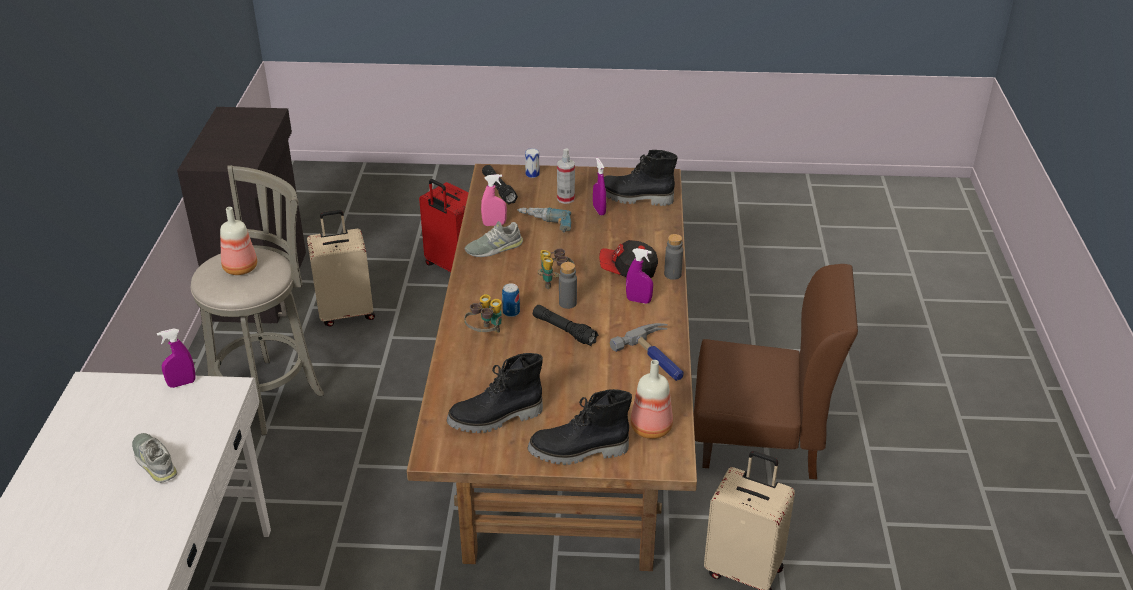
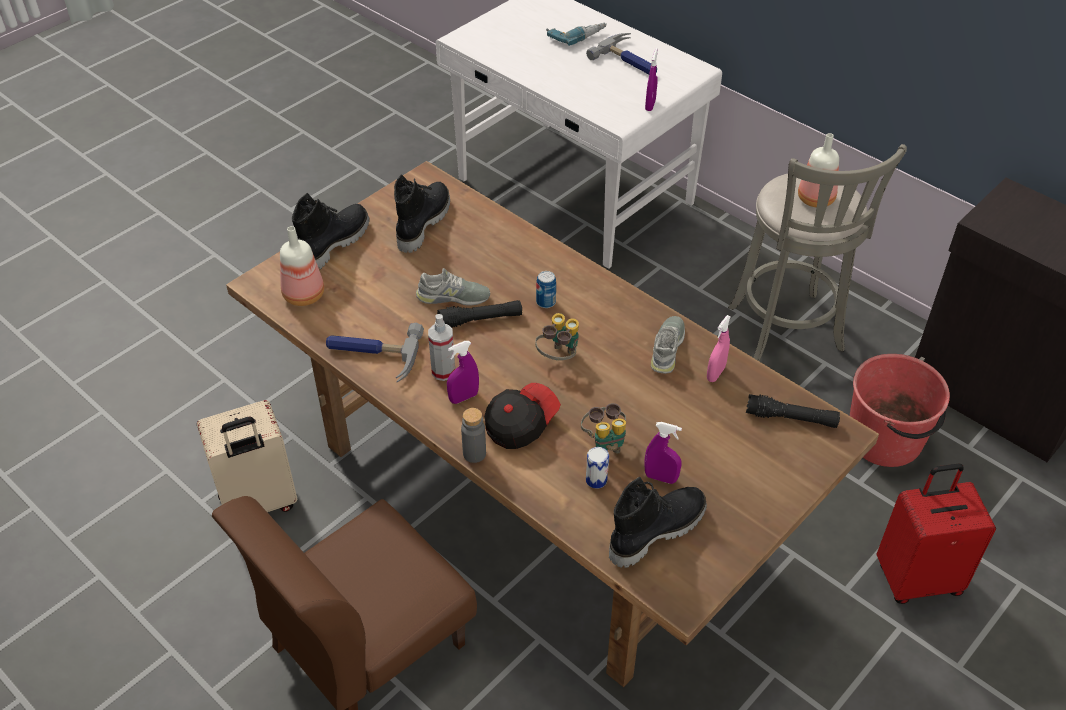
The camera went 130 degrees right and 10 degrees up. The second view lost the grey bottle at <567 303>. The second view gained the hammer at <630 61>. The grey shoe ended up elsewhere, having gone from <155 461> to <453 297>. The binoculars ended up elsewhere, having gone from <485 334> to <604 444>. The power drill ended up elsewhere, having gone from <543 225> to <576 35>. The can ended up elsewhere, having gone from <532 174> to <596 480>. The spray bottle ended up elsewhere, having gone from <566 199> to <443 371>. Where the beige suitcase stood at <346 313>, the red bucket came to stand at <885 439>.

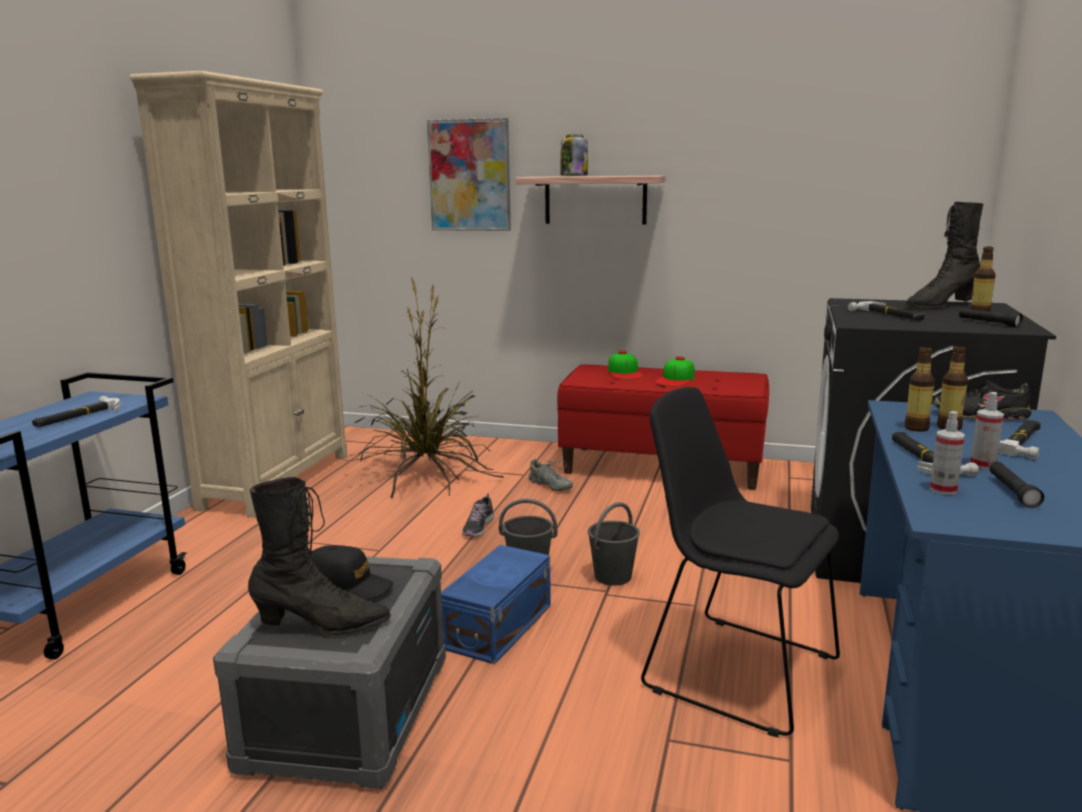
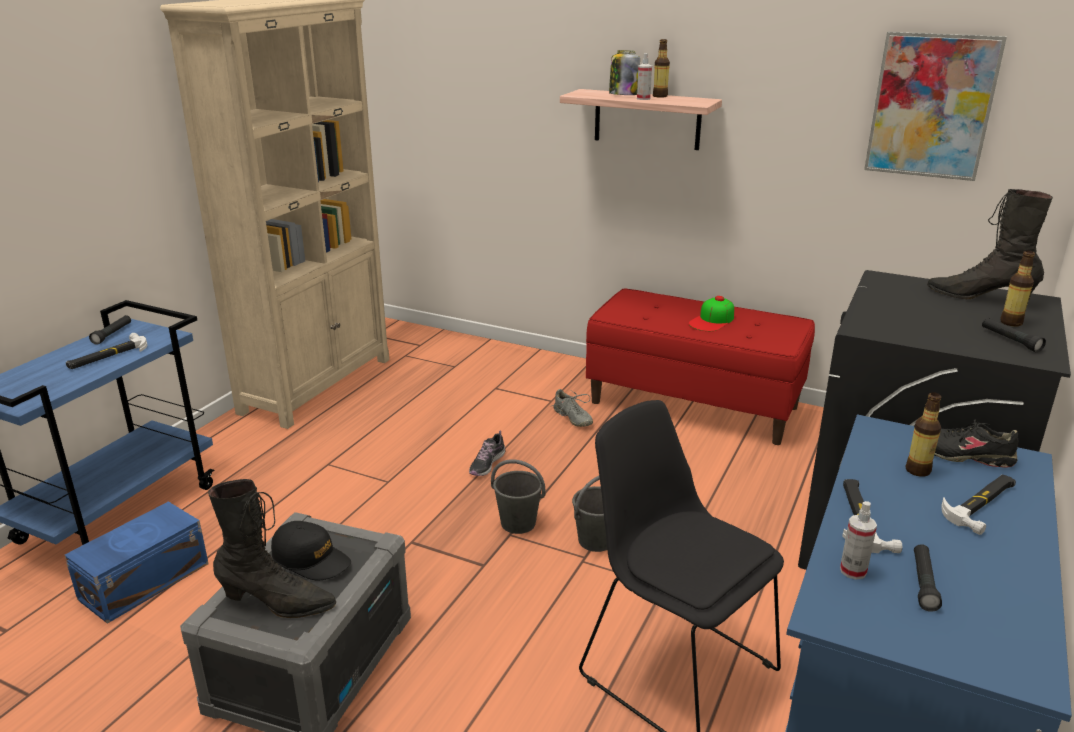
The camera went 10 degrees right and 10 degrees up. The second view lost the potted plant at <423 472>. The second view lost the cap at <625 372>. The second view lost the hammer at <888 315>. The second view gained the black flashlight at <112 334>. The picture ended up elsewhere, having gone from <469 175> to <931 106>. The blue storage box ended up elsewhere, having gone from <495 627> to <142 581>. The bottle ended up elsewhere, having gone from <916 428> to <660 96>. The spray bottle ended up elsewhere, having gone from <983 465> to <643 98>. The black boot at <939 306> ended up facing another way, 45 degrees clockwise from before.

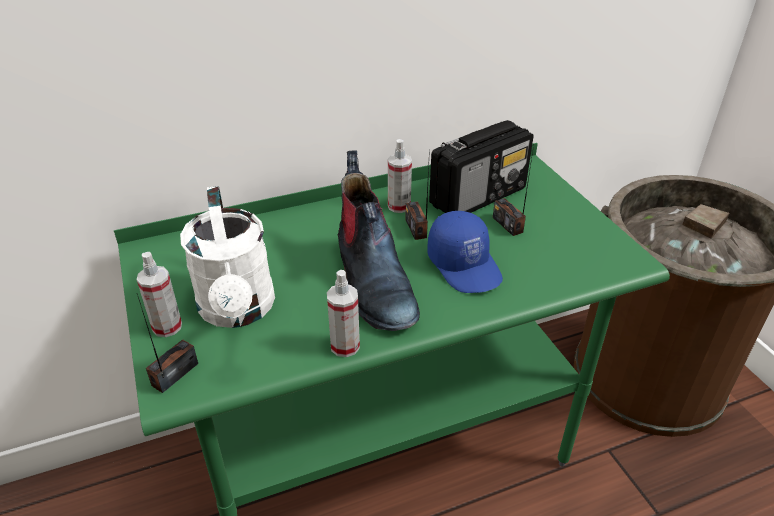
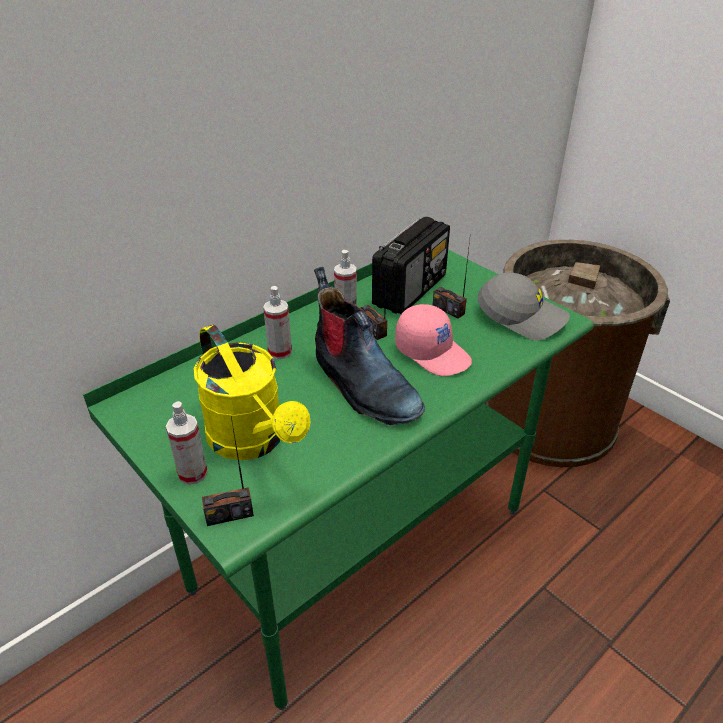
The camera went 20 degrees left and 0 degrees up. The second view gained the grey cap at <522 316>. The spray bottle ended up elsewhere, having gone from <345 346> to <280 352>. What was the white watering can at <238 311> turned into the yellow watering can at <253 441>. What was the blue cap at <465 265> turned into the pink cap at <433 352>. The radio at <175 374> ended up facing another way, 120 degrees counterclockwise from before.

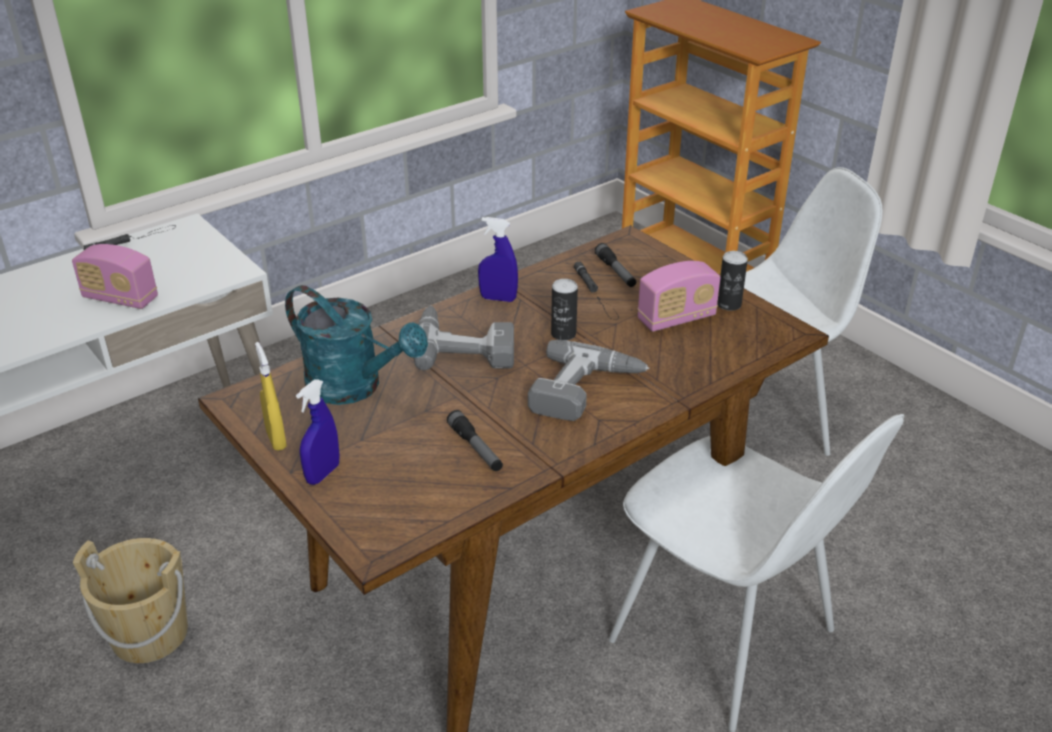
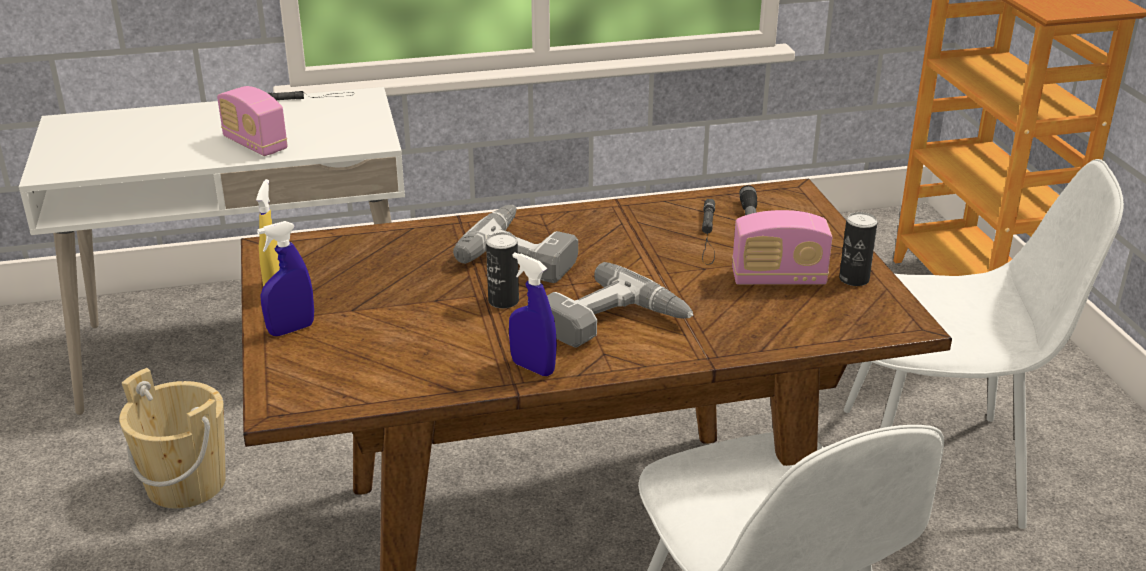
The camera went 25 degrees right and 5 degrees down. The second view lost the turquoise watering can at <355 387>. The second view lost the flashlight at <475 448>. The blue spray bottle ended up elsewhere, having gone from <498 299> to <533 368>. The can ended up elsewhere, having gone from <563 334> to <503 301>.

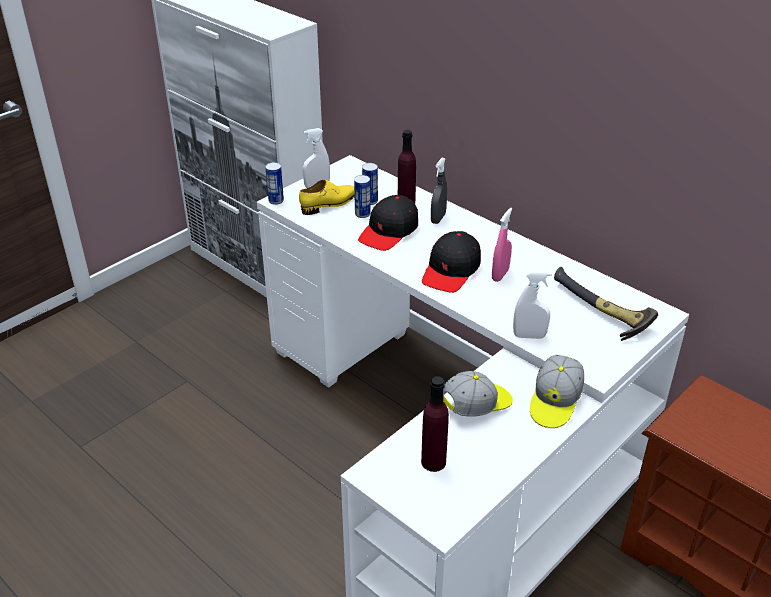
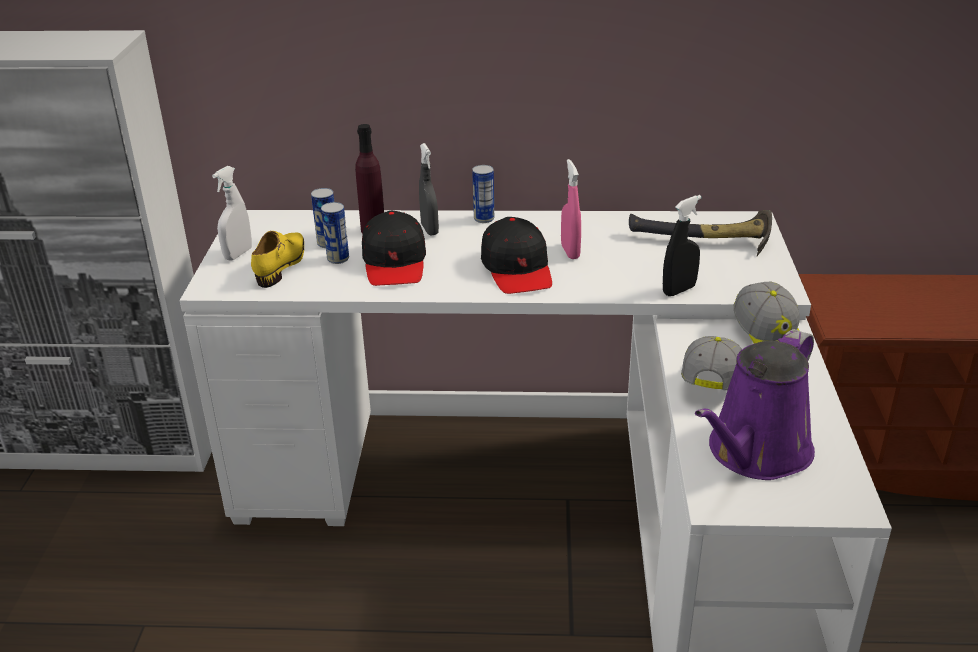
The camera went 40 degrees left and 5 degrees down. The can ended up elsewhere, having gone from <276 201> to <484 219>. Where the purple bottle stood at <433 462>, the purple watering can came to stand at <755 453>. What was the white spray bottle at <529 336> turned into the black spray bottle at <679 290>.

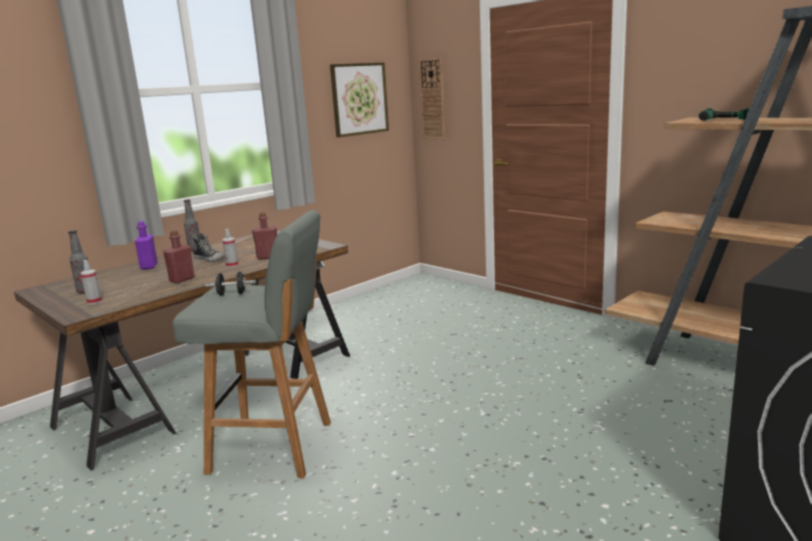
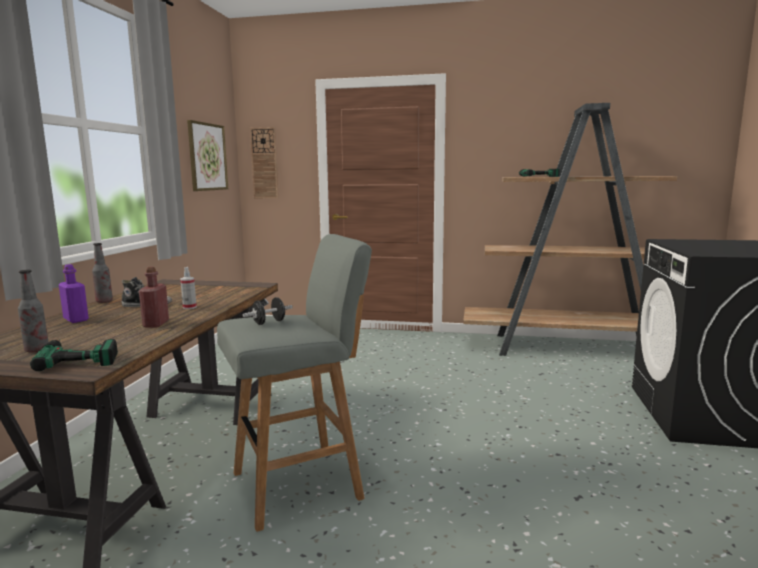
The camera went 35 degrees left and 5 degrees down. The second view lost the red bottle at <268 257>. Where the spray bottle stood at <94 302>, the power drill came to stand at <80 356>.

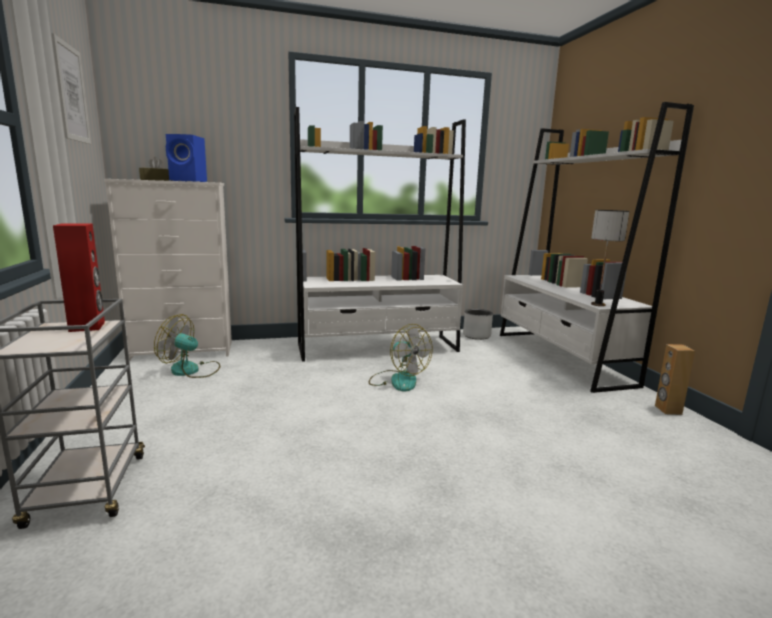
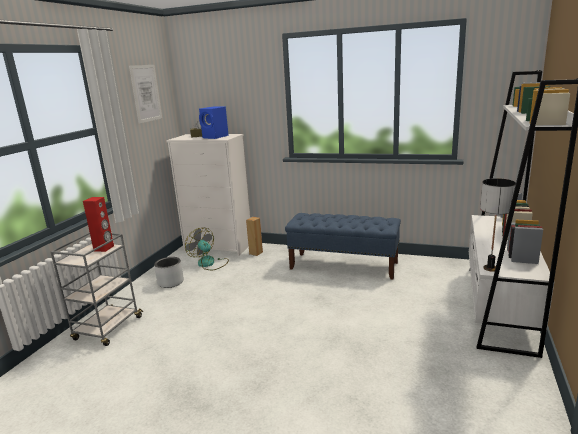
The camera went 35 degrees right and 5 degrees up. The second view lost the fan at <398 380>. The grey planter ended up elsewhere, having gone from <476 336> to <171 282>. The brown speaker ended up elsewhere, having gone from <667 410> to <256 253>. Where the white bookcase stood at <378 348>, the blue bench came to stand at <344 265>.

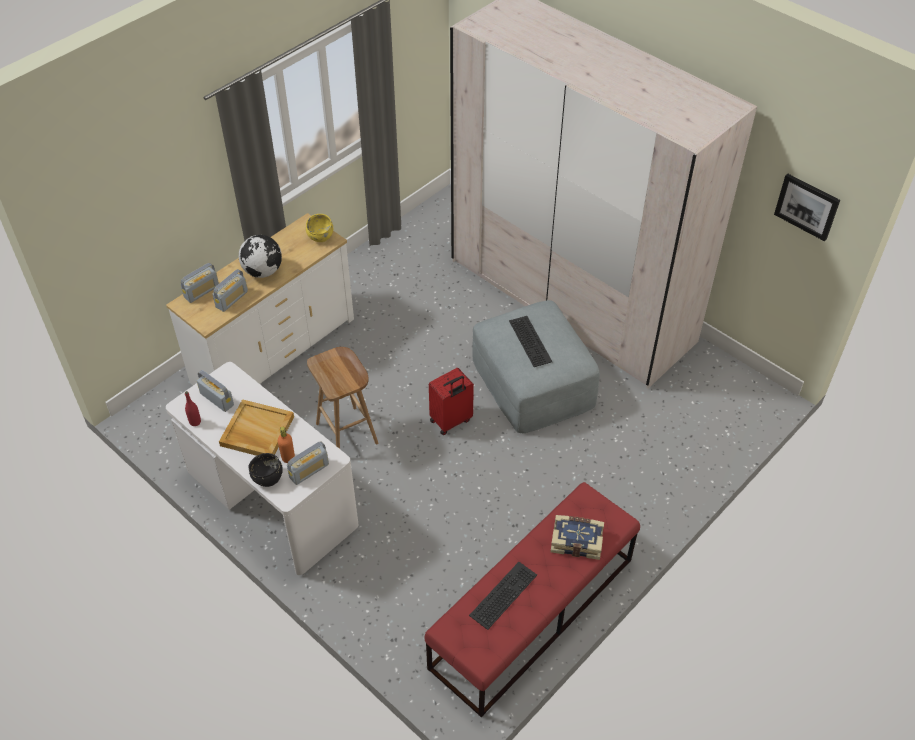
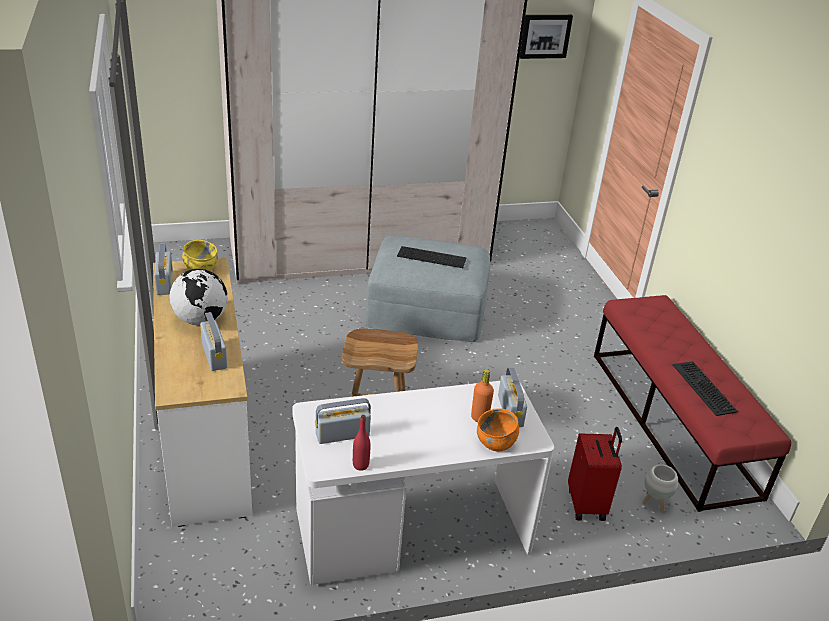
The camera went 60 degrees left and 15 degrees down. The second view lost the beige tray at <256 431>. The second view lost the book at <576 540>. The second view gained the white planter at <654 504>. The radio ended up elsewhere, having gone from <201 291> to <164 283>. The red suitcase ended up elsewhere, having gone from <451 421> to <587 504>. What was the black bowl at <268 478> turned into the orange bowl at <496 442>.

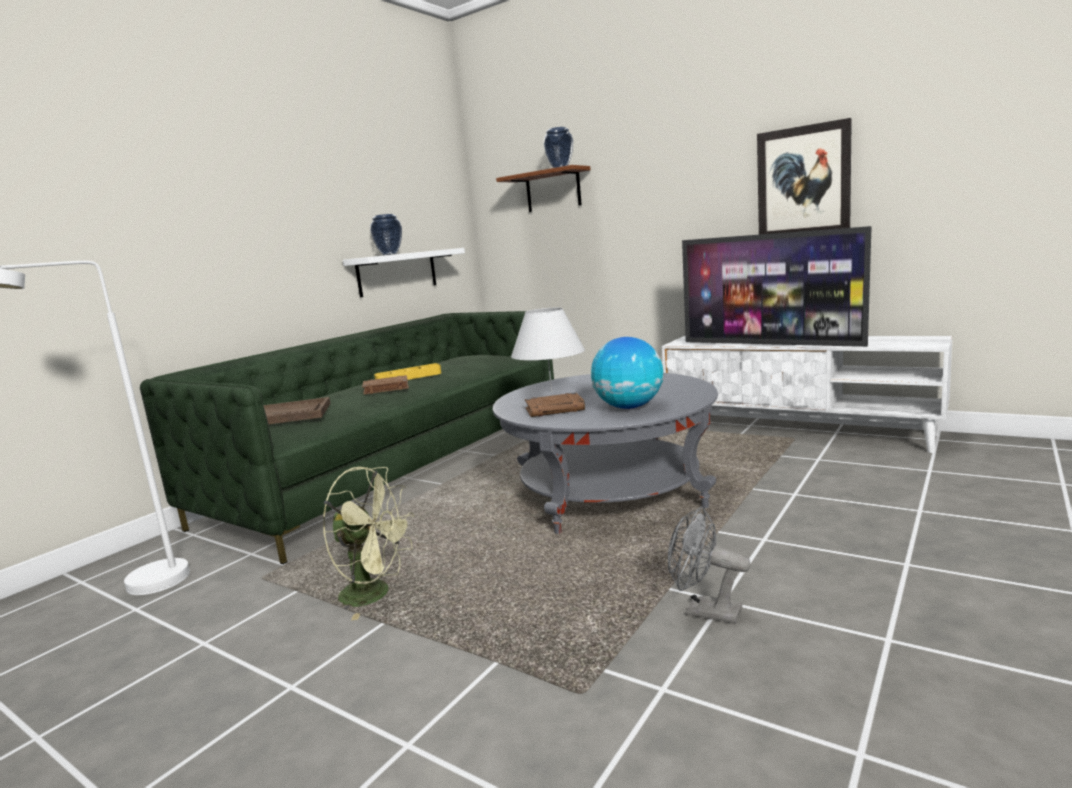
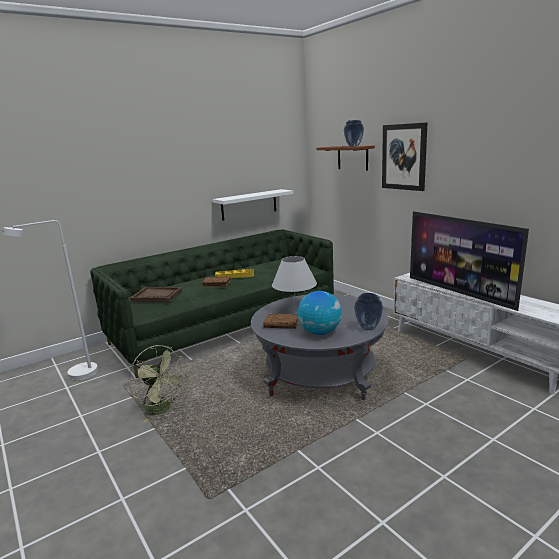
The camera went 20 degrees right and 5 degrees up. The second view lost the grey fan at <704 611>. The vase ended up elsewhere, having gone from <389 254> to <368 328>. The picture ended up elsewhere, having gone from <803 182> to <404 157>.

